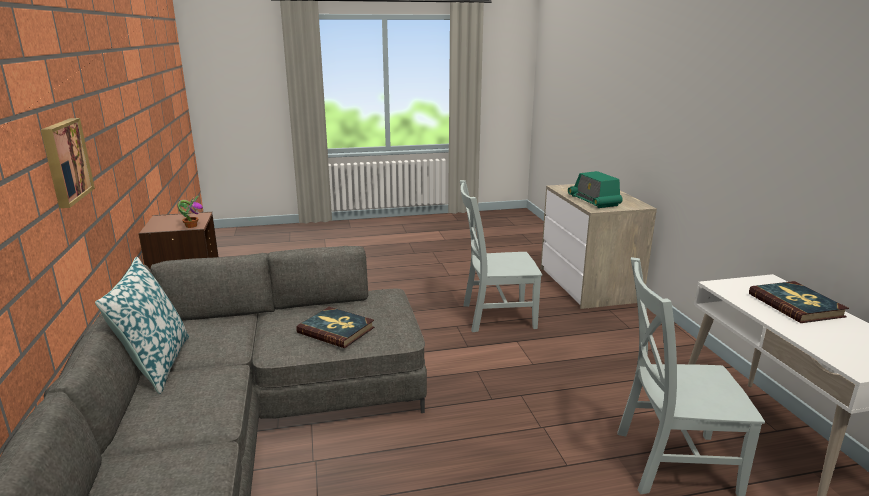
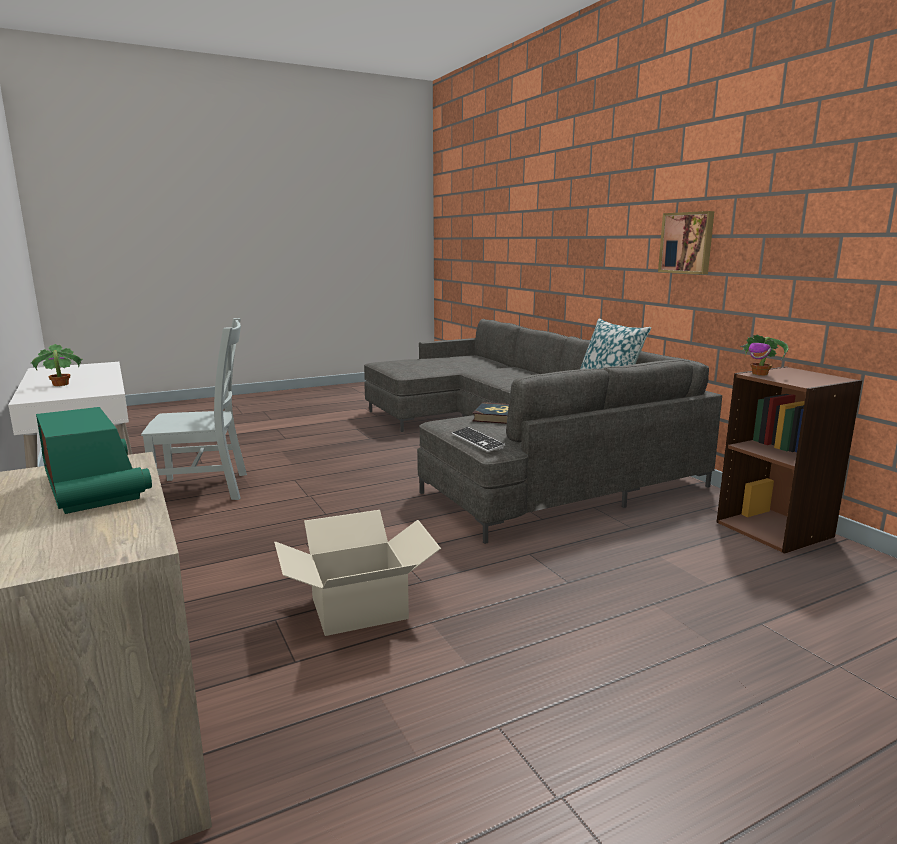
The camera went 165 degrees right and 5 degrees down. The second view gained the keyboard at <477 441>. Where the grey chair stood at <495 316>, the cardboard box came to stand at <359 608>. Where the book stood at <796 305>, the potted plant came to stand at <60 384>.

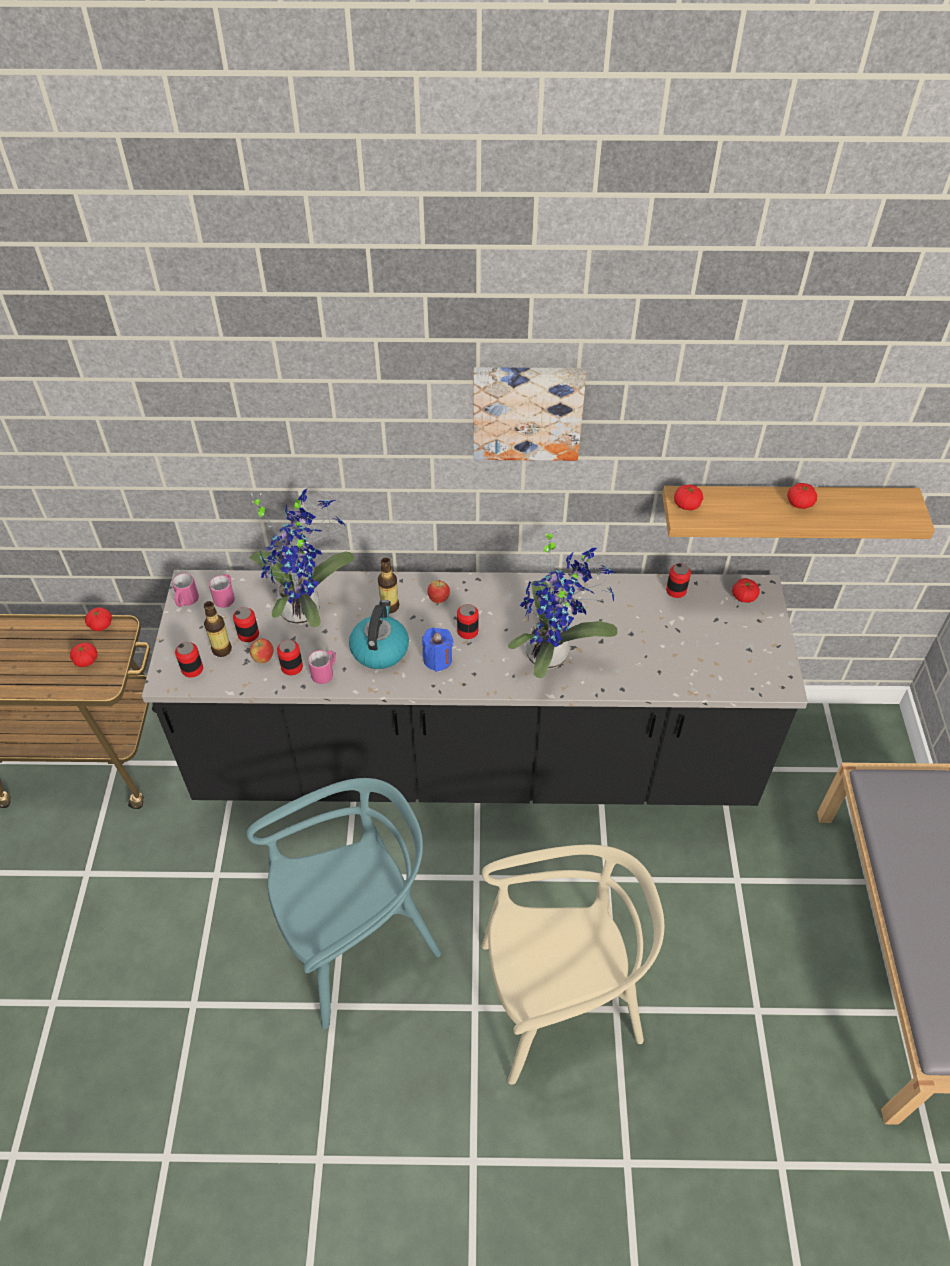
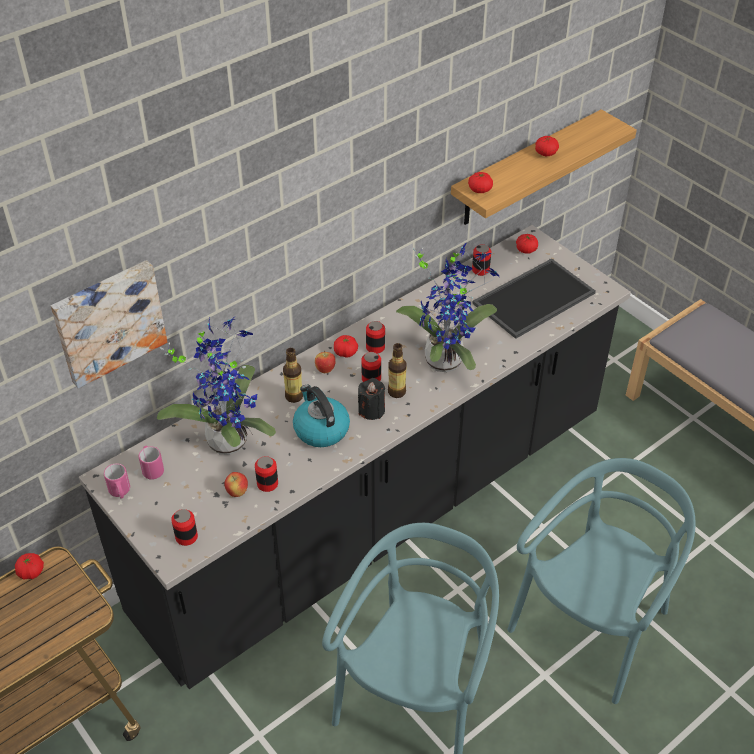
The camera went 40 degrees left and 5 degrees down. The second view lost the pink mug at <325 673>. The second view gained the tray at <534 300>. The tomato ended up elsewhere, having gone from <86 660> to <345 352>. The bottle ended up elsewhere, having gone from <222 650> to <396 392>. The can ended up elsewhere, having gone from <248 634> to <375 347>. The picture ended up elsewhere, having gone from <527 411> to <108 321>. What was the blue candle at <437 659> turned into the black candle at <371 410>. What was the beige chair at <558 1000> turned into the turquoise chair at <591 626>.

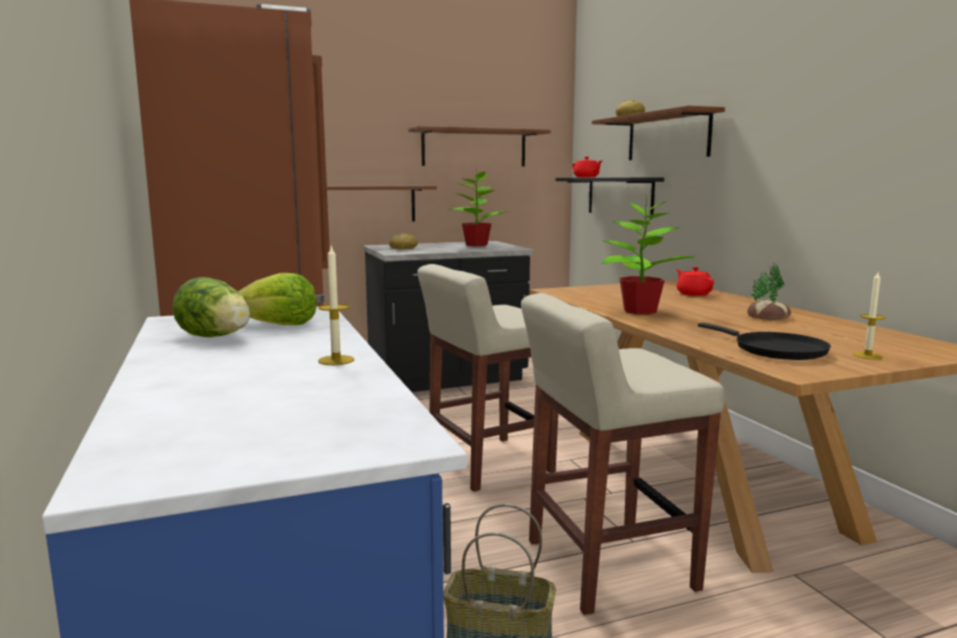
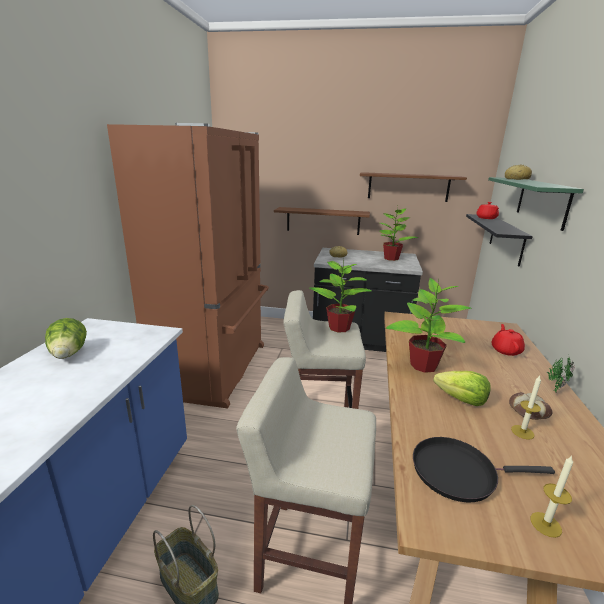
The camera went 30 degrees right and 10 degrees up. The second view gained the potted plant at <340 328>. The lettuce ended up elsewhere, having gone from <279 325> to <461 400>. The candle ended up elsewhere, having gone from <336 360> to <522 432>. What was the brown shelf at <667 136> turned into the green shelf at <542 201>. The black frying pan at <774 350> ended up facing another way, 90 degrees clockwise from before.

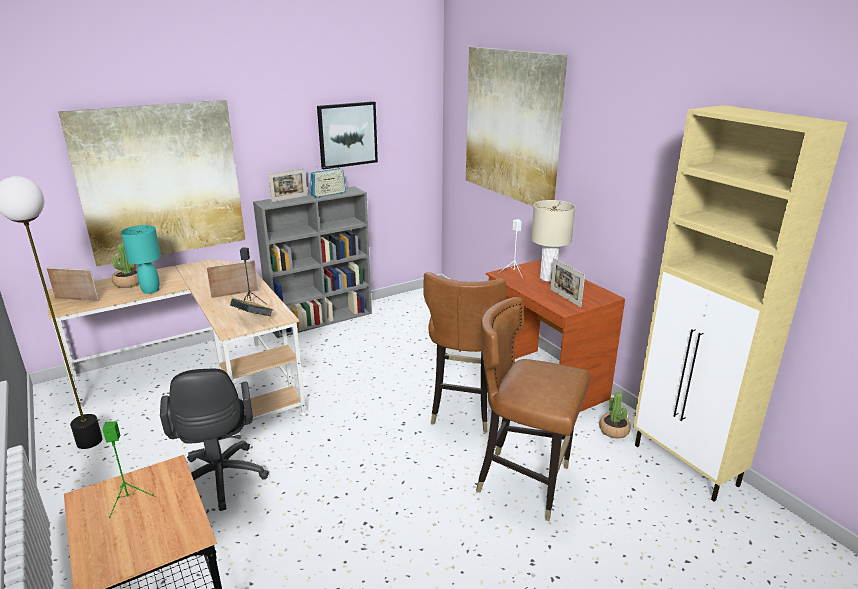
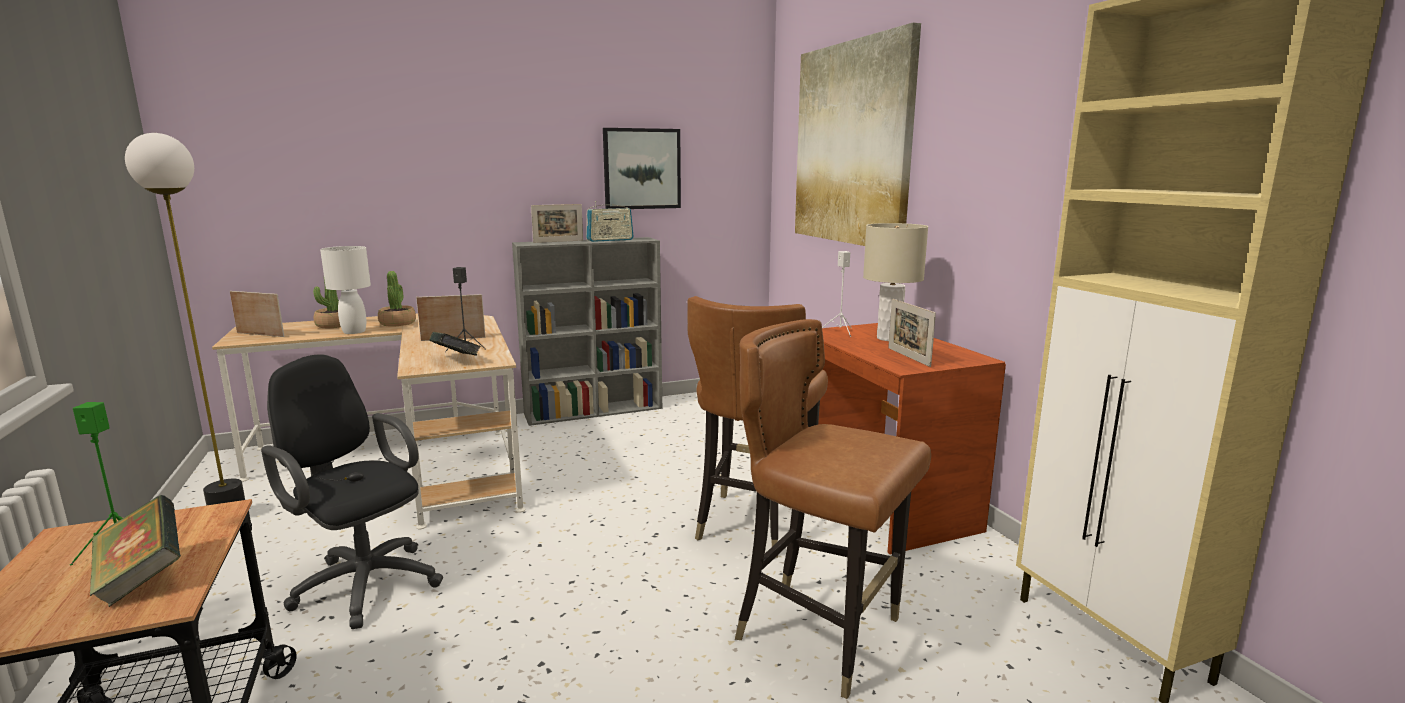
The camera went 10 degrees right and 10 degrees down. The second view lost the picture at <160 181>. The second view gained the book at <142 577>. The potted plant ended up elsewhere, having gone from <614 430> to <397 323>. What was the turquoise table lamp at <150 290> turned into the white table lamp at <354 331>. The black office chair at <220 481> ended up facing another way, 135 degrees clockwise from before.

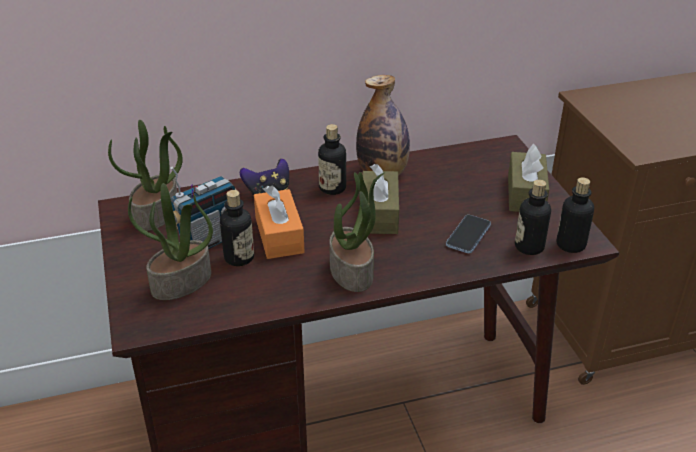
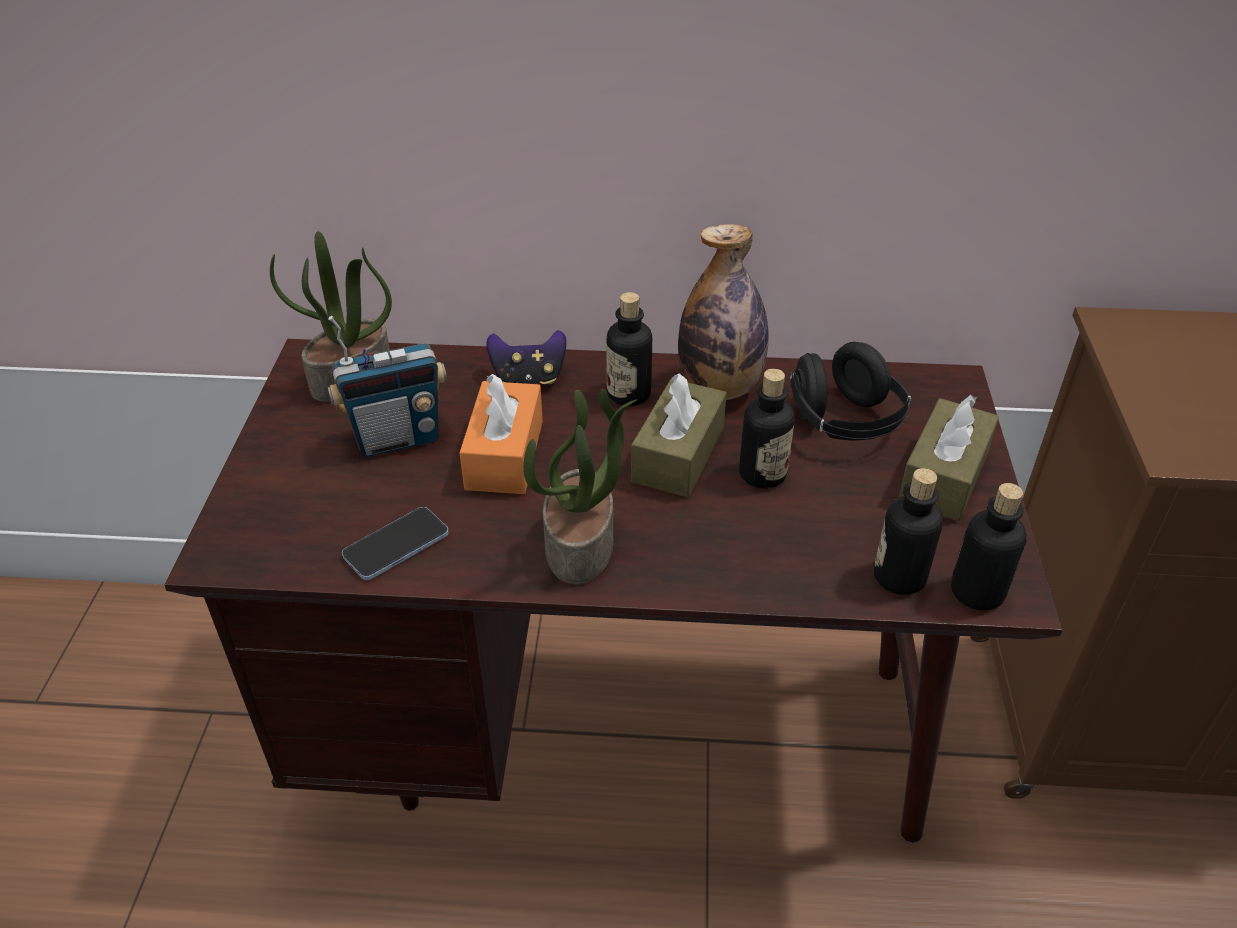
The camera went 20 degrees right and 5 degrees up. The second view lost the potted plant at <181 283>. The second view gained the black headphones at <844 423>. The bottle ended up elsewhere, having gone from <239 257> to <762 474>. The phone ended up elsewhere, having gone from <468 235> to <396 545>.

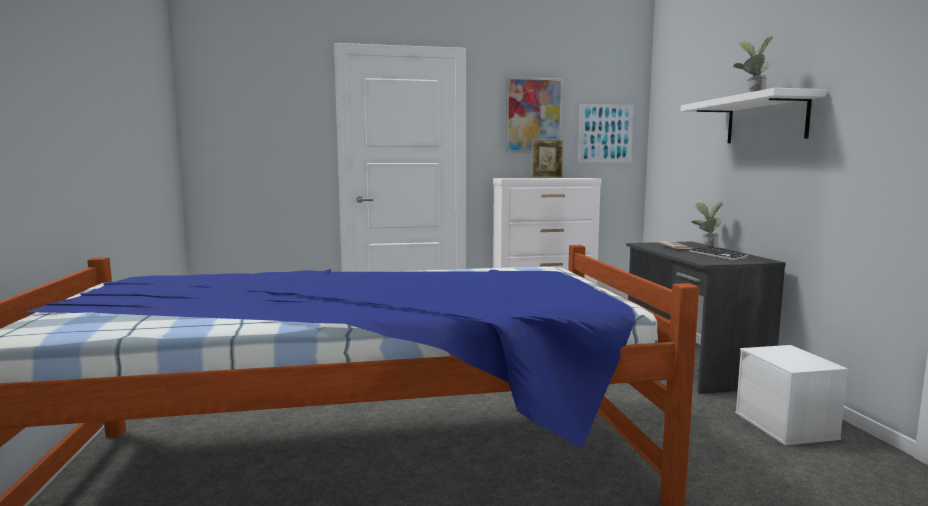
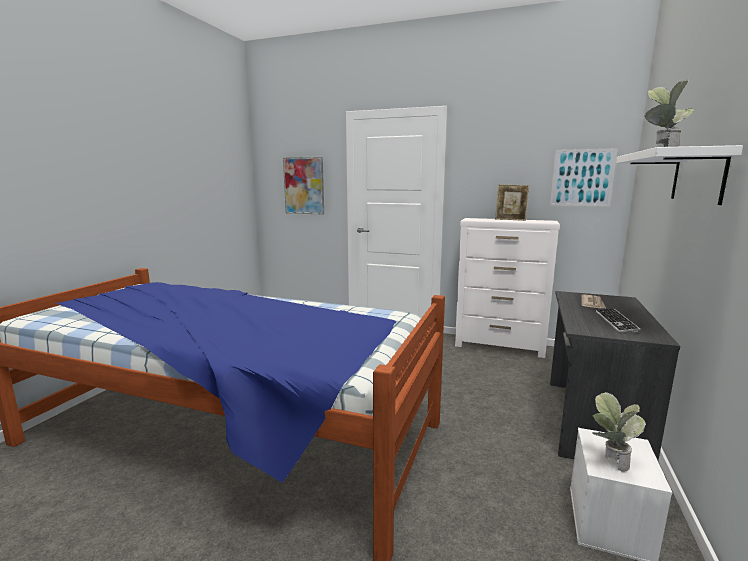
The camera went 30 degrees right and 5 degrees up. The picture ended up elsewhere, having gone from <533 115> to <304 186>. The potted plant ended up elsewhere, having gone from <706 247> to <610 461>.

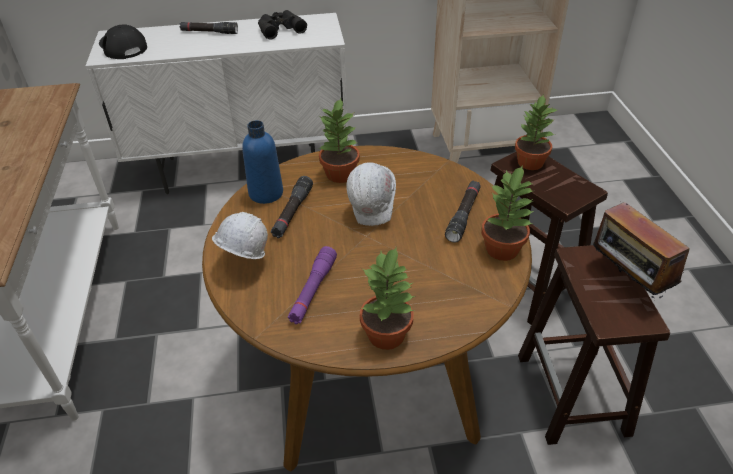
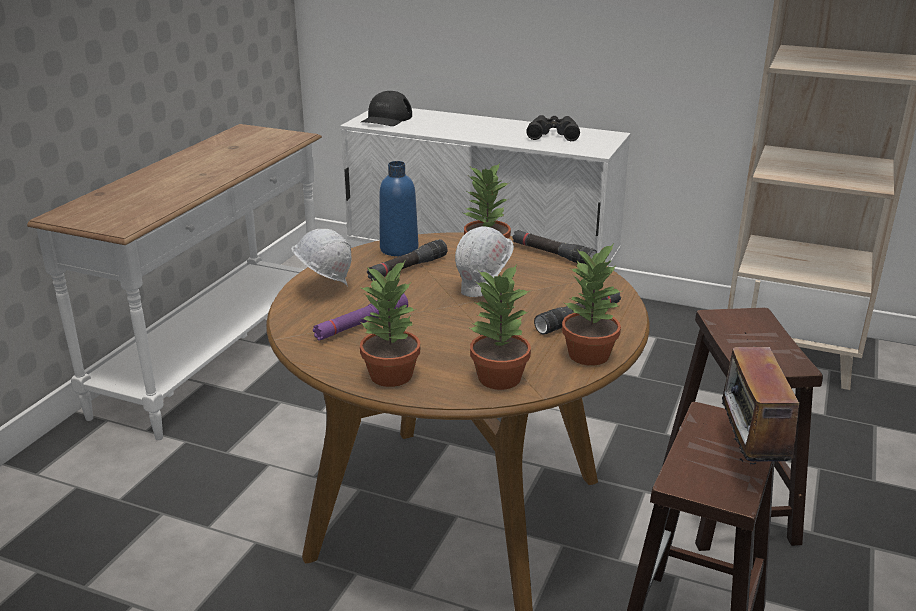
The camera went 30 degrees right and 15 degrees down. The black flashlight ended up elsewhere, having gone from <209 32> to <552 254>. The potted plant ended up elsewhere, having gone from <529 163> to <498 378>. The black cap at <122 47> ended up facing another way, 150 degrees counterclockwise from before.

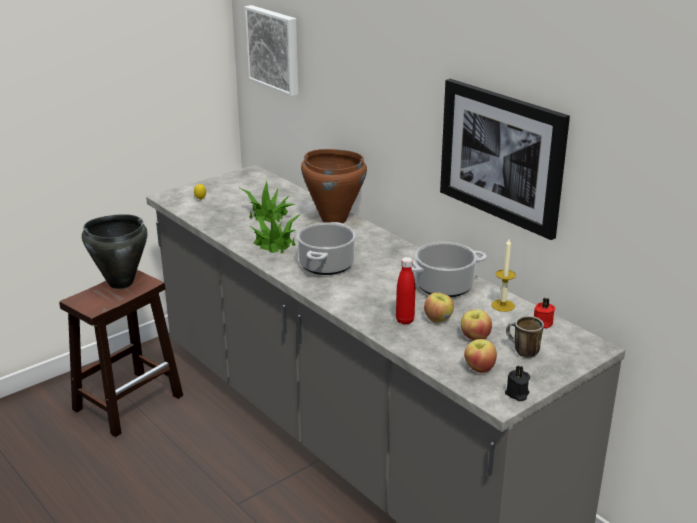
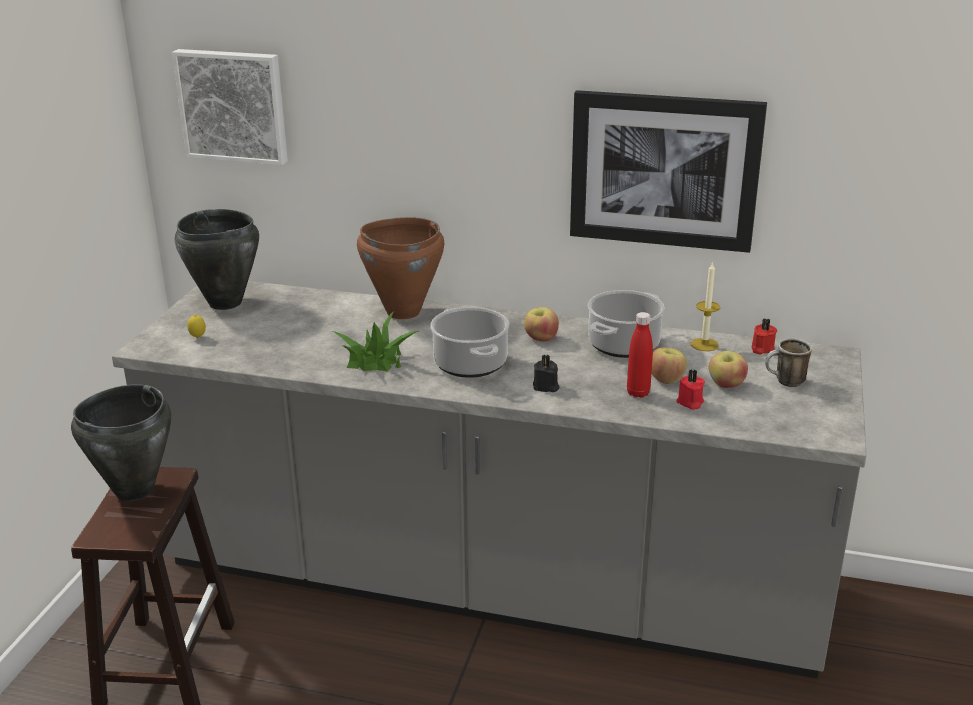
The camera went 35 degrees left and 0 degrees up. The second view lost the potted plant at <267 214>. The second view gained the black cooking pot at <225 303>. The second view gained the red candle at <690 402>. The apple ended up elsewhere, having gone from <479 368> to <541 338>. The black candle ended up elsewhere, having gone from <517 394> to <546 387>.

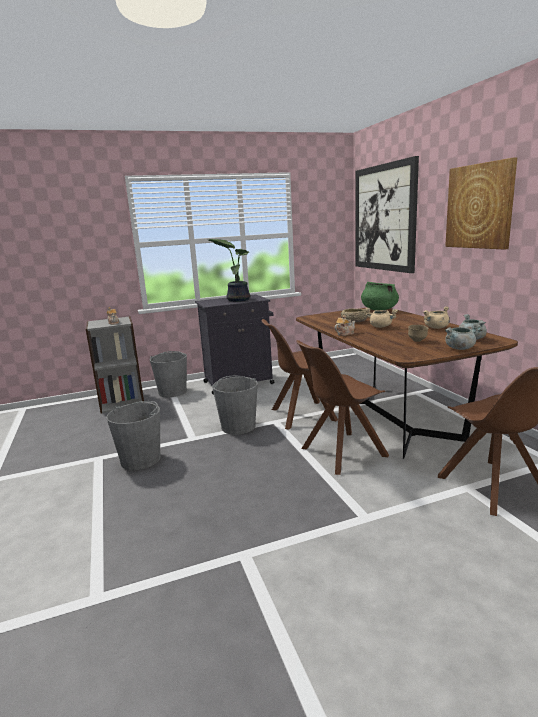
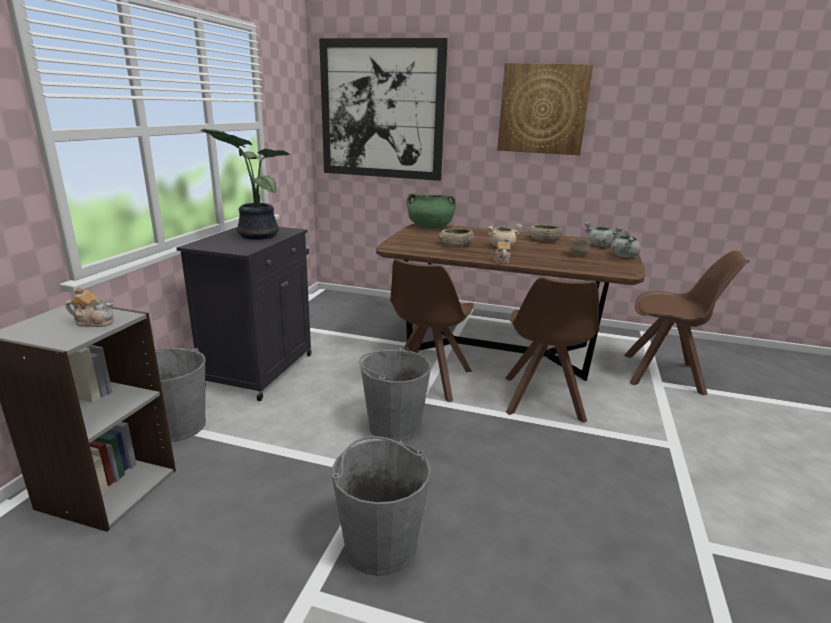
The camera went 55 degrees left and 5 degrees up. Where the beige cooking pot stood at <436 328>, the beige bowl came to stand at <544 239>.

